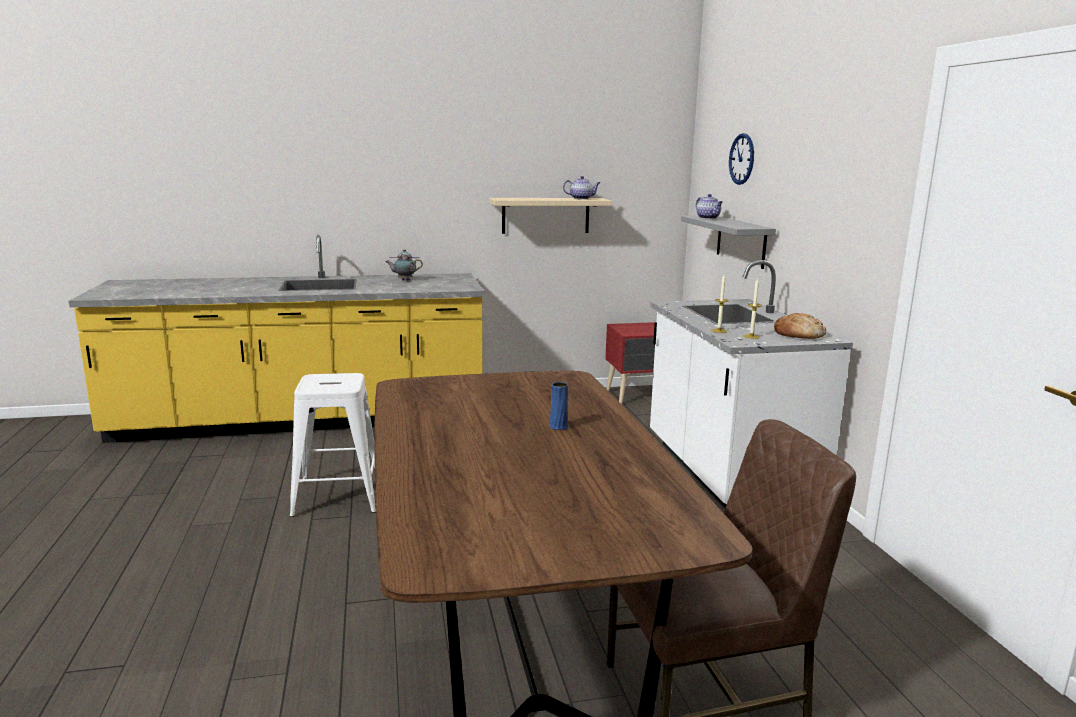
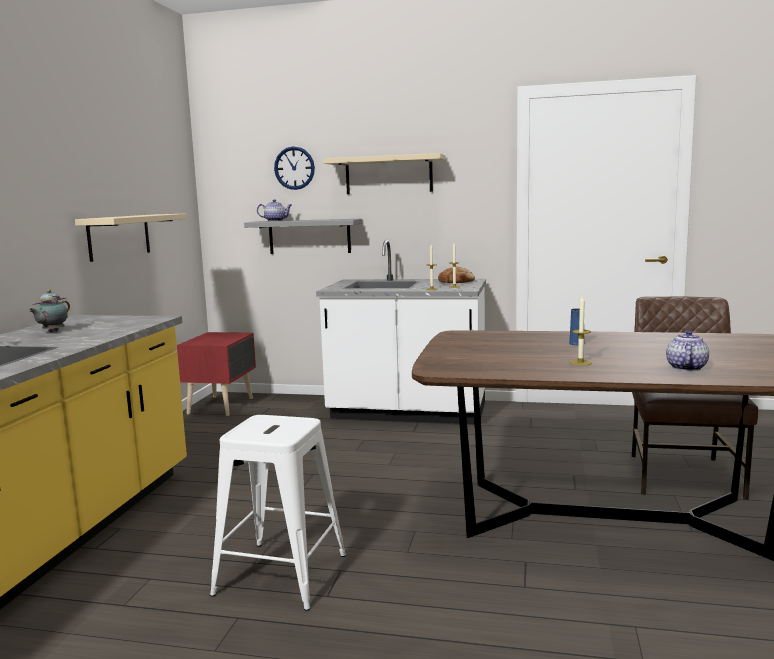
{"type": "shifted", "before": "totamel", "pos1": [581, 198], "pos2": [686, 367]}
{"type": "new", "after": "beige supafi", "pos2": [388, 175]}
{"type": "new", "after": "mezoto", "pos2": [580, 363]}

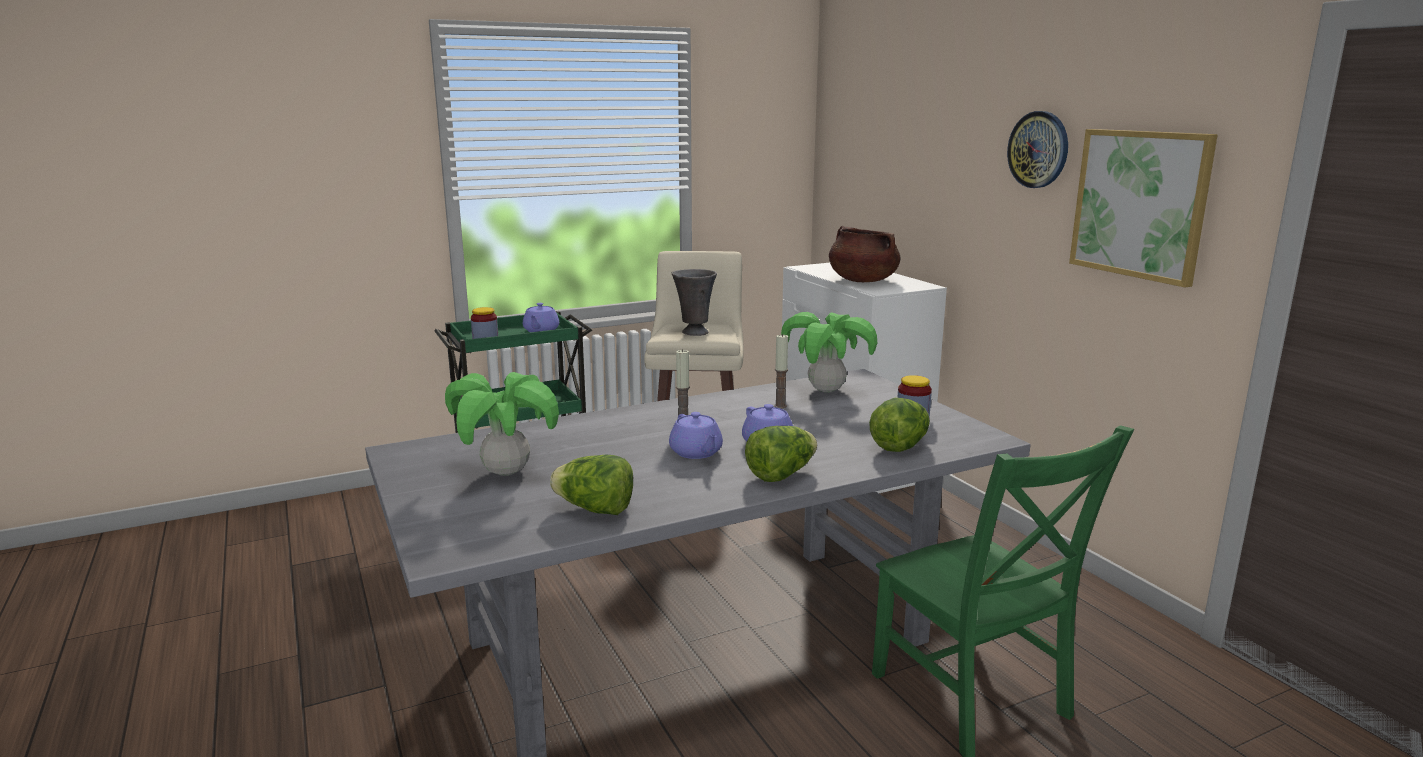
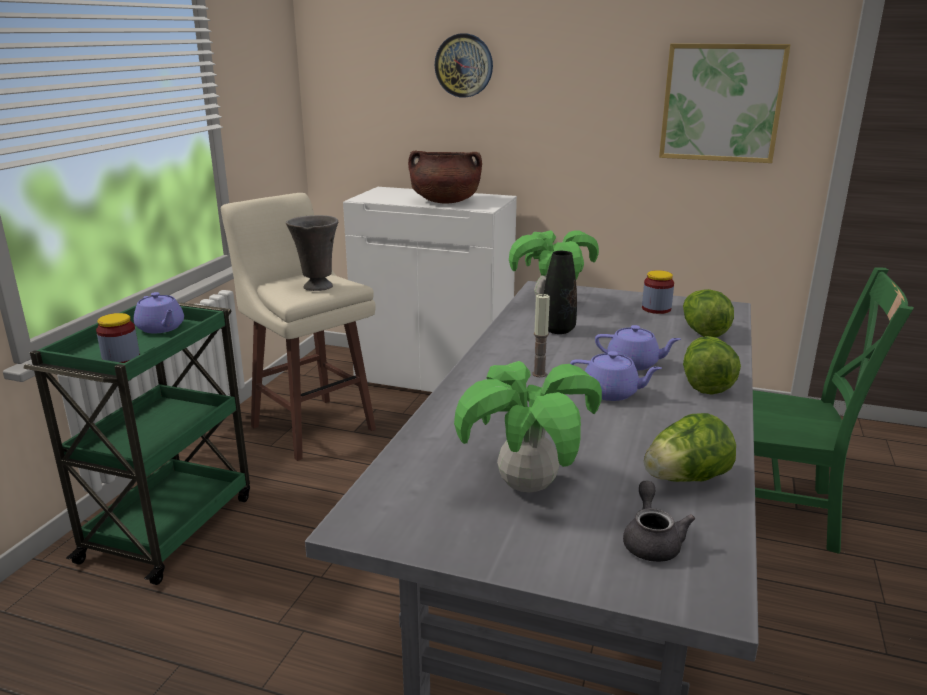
{"type": "swapped", "before": "mezoto", "after": "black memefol", "pos1": [780, 406], "pos2": [558, 330]}
{"type": "shifted", "before": "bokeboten", "pos1": [1038, 149], "pos2": [464, 65]}
{"type": "new", "after": "grey totamel", "pos2": [651, 541]}

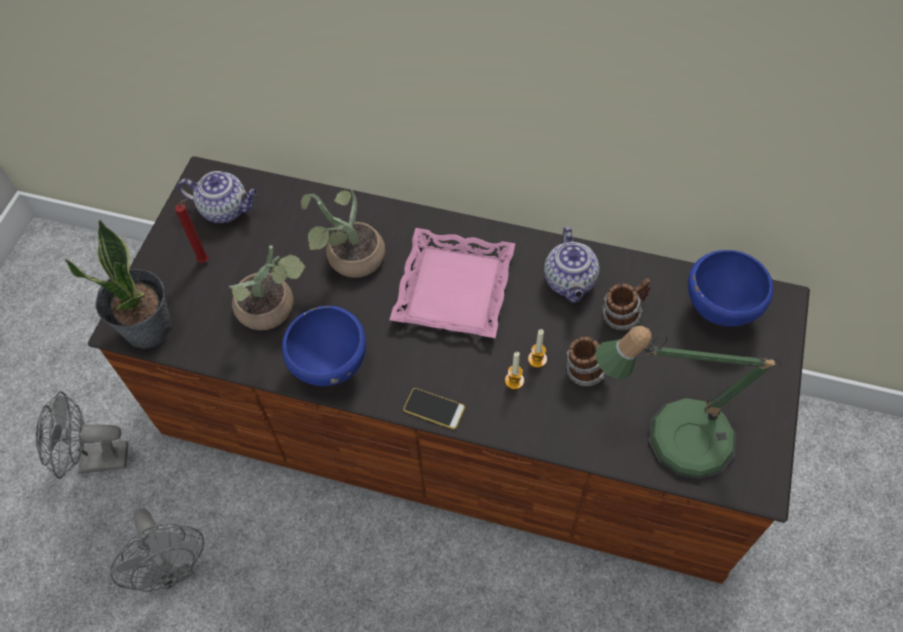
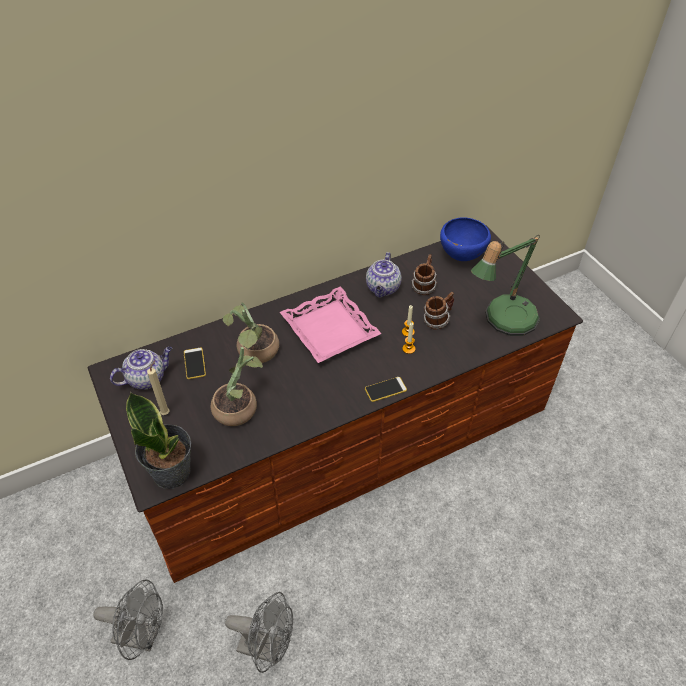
{"type": "rotated", "before": "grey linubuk", "pos1": [95, 460], "pos2": [143, 636], "turn": -120}
{"type": "repainted", "before": "red mezoto", "after": "beige mezoto", "pos1": [205, 260], "pos2": [166, 412]}
{"type": "gone", "before": "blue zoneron", "pos1": [330, 366]}
{"type": "rotated", "before": "totamel", "pos1": [570, 282], "pos2": [383, 289], "turn": 60}
{"type": "new", "after": "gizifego", "pos2": [194, 363]}

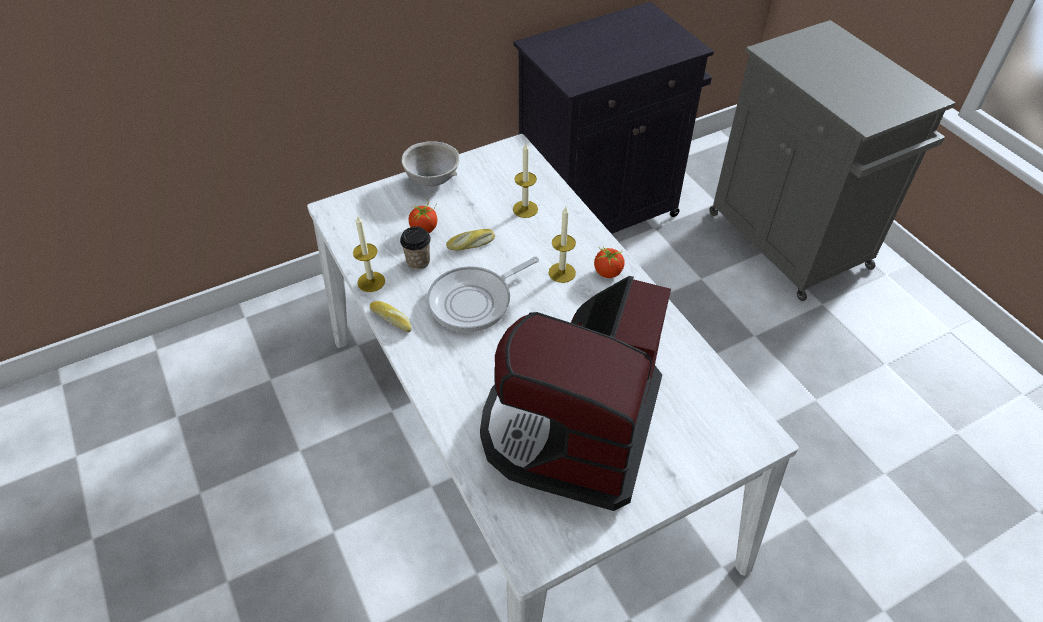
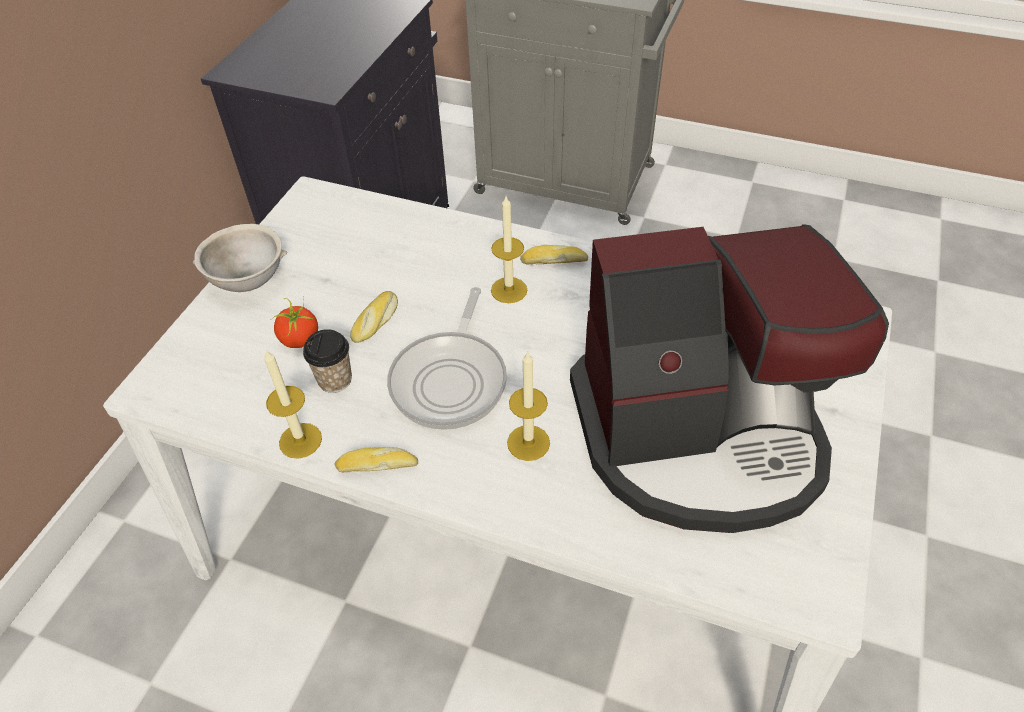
{"type": "rotated", "before": "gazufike", "pos1": [571, 427], "pos2": [699, 436], "turn": -75}
{"type": "shifted", "before": "mezoto", "pos1": [525, 209], "pos2": [528, 443]}
{"type": "swapped", "before": "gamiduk", "after": "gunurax", "pos1": [608, 272], "pos2": [554, 261]}

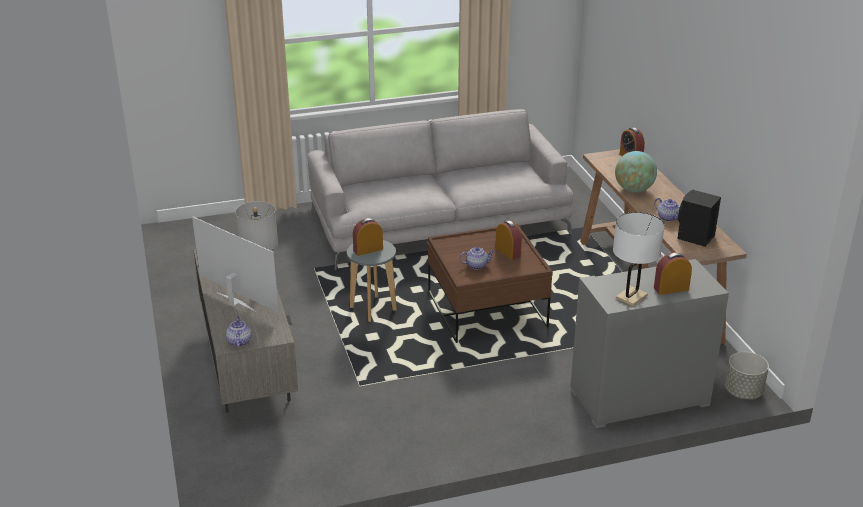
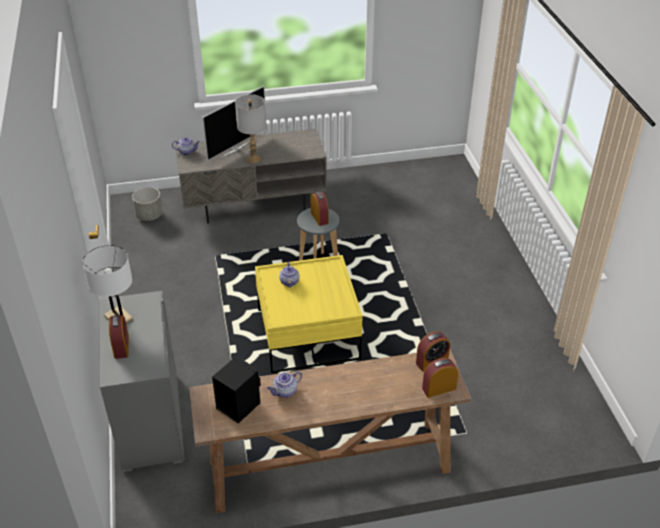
{"type": "gone", "before": "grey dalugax", "pos1": [439, 223]}
{"type": "repainted", "before": "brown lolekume", "after": "yellow lolekume", "pos1": [486, 309], "pos2": [308, 334]}
{"type": "shifted", "before": "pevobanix", "pos1": [508, 252], "pos2": [432, 362]}
{"type": "gone", "before": "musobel", "pos1": [633, 190]}
{"type": "shifted", "before": "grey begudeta", "pos1": [743, 392], "pos2": [149, 215]}

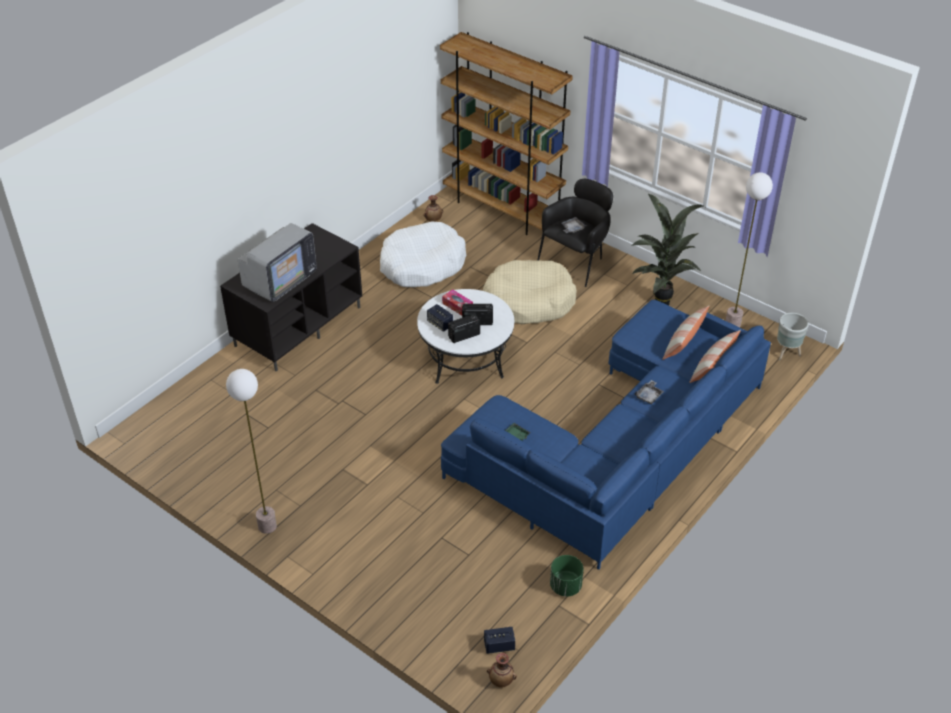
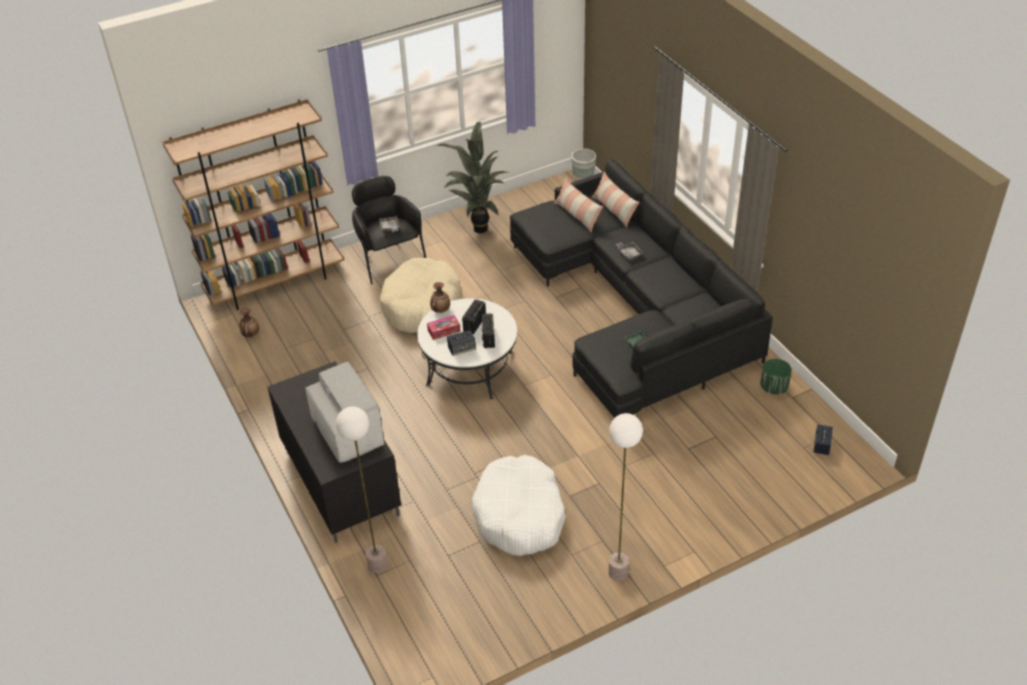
{"type": "shifted", "before": "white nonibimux", "pos1": [422, 265], "pos2": [519, 515]}
{"type": "repainted", "before": "blue dalugax", "after": "black dalugax", "pos1": [618, 446], "pos2": [635, 309]}
{"type": "shifted", "before": "memefol", "pos1": [501, 681], "pos2": [440, 310]}
{"type": "shifted", "before": "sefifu", "pos1": [733, 324], "pos2": [377, 565]}

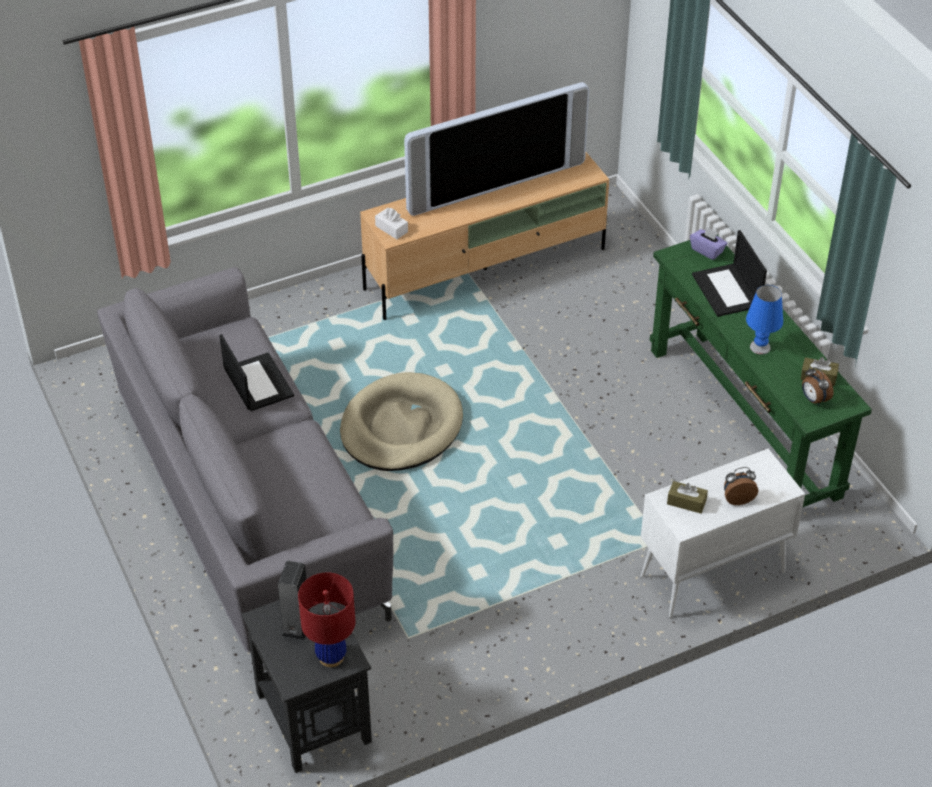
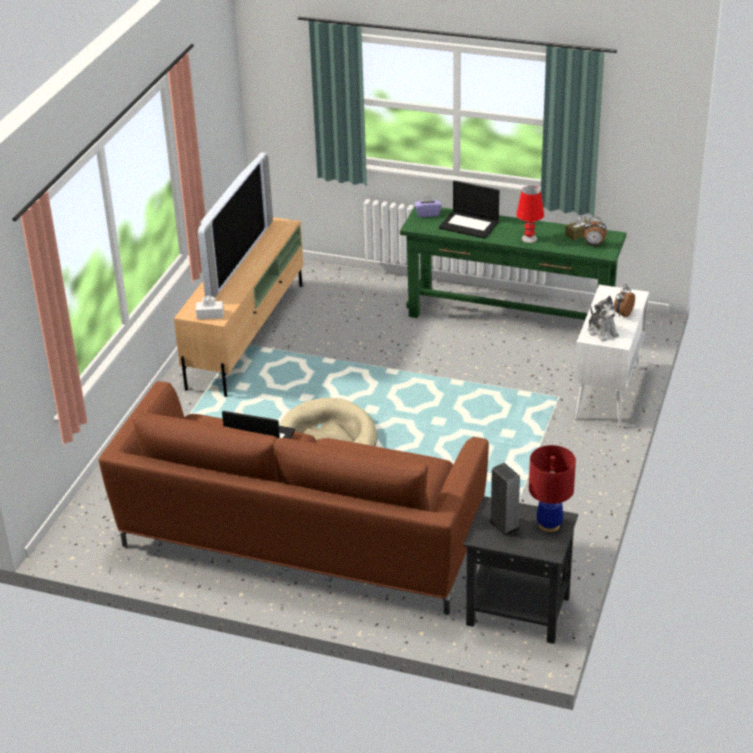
{"type": "repainted", "before": "grey dalugax", "after": "brown dalugax", "pos1": [248, 505], "pos2": [300, 541]}
{"type": "swapped", "before": "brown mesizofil", "after": "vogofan", "pos1": [686, 502], "pos2": [602, 331]}
{"type": "repainted", "before": "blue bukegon", "after": "red bukegon", "pos1": [760, 347], "pos2": [529, 239]}

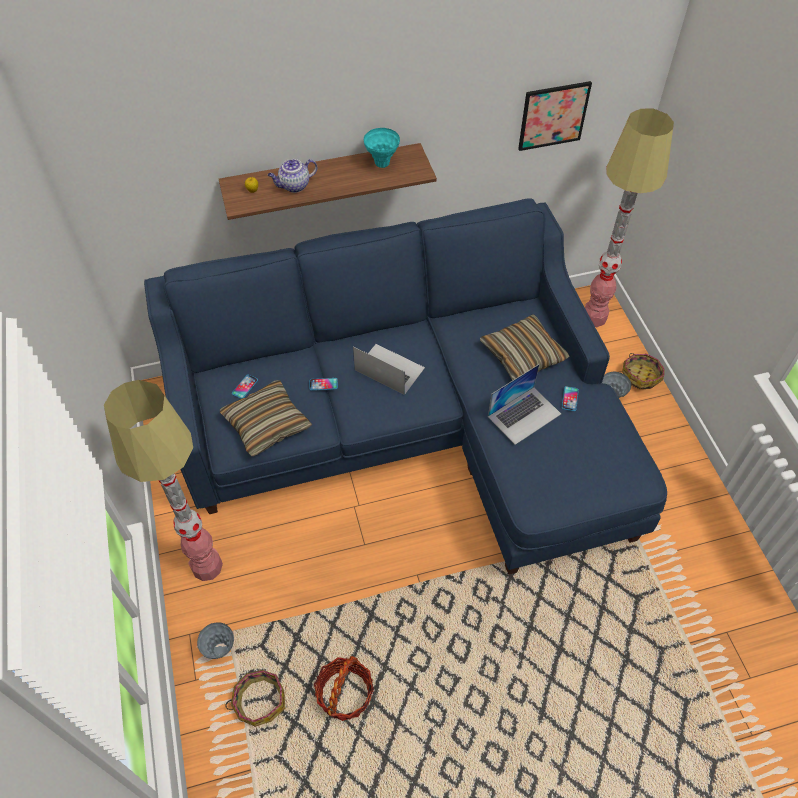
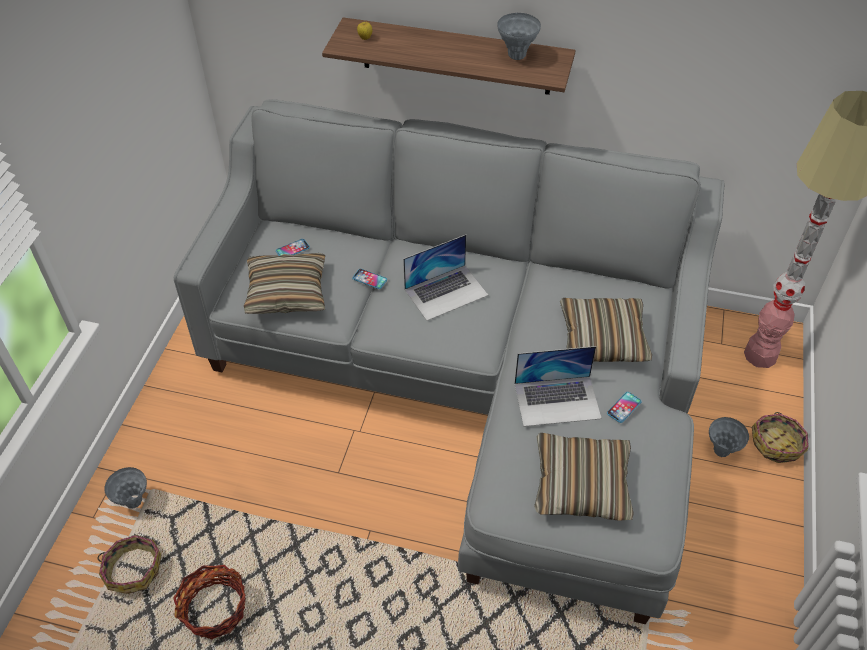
{"type": "gone", "before": "sefifu", "pos1": [207, 566]}
{"type": "repainted", "before": "blue dalugax", "after": "grey dalugax", "pos1": [413, 425], "pos2": [472, 378]}
{"type": "gone", "before": "totamel", "pos1": [294, 186]}
{"type": "rotated", "before": "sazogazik", "pos1": [389, 369], "pos2": [446, 292], "turn": 90}
{"type": "repainted", "before": "turquoise memefol", "after": "grey memefol", "pos1": [382, 164], "pos2": [516, 56]}
{"type": "gone", "before": "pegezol", "pos1": [553, 115]}
{"type": "new", "after": "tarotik", "pos2": [581, 484]}

